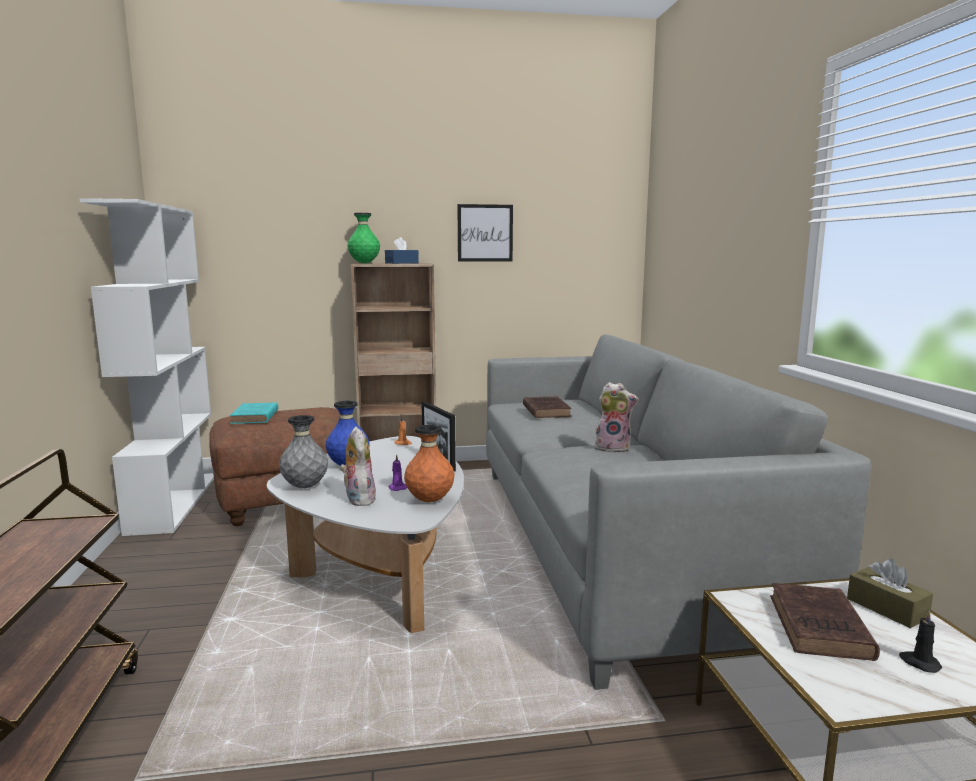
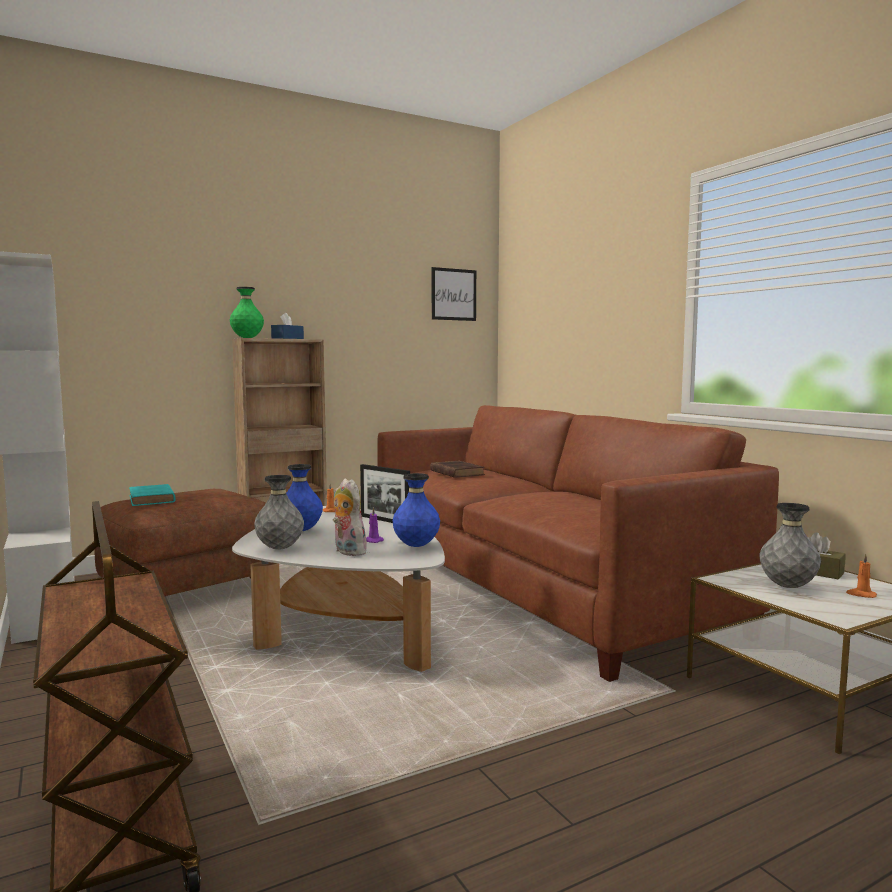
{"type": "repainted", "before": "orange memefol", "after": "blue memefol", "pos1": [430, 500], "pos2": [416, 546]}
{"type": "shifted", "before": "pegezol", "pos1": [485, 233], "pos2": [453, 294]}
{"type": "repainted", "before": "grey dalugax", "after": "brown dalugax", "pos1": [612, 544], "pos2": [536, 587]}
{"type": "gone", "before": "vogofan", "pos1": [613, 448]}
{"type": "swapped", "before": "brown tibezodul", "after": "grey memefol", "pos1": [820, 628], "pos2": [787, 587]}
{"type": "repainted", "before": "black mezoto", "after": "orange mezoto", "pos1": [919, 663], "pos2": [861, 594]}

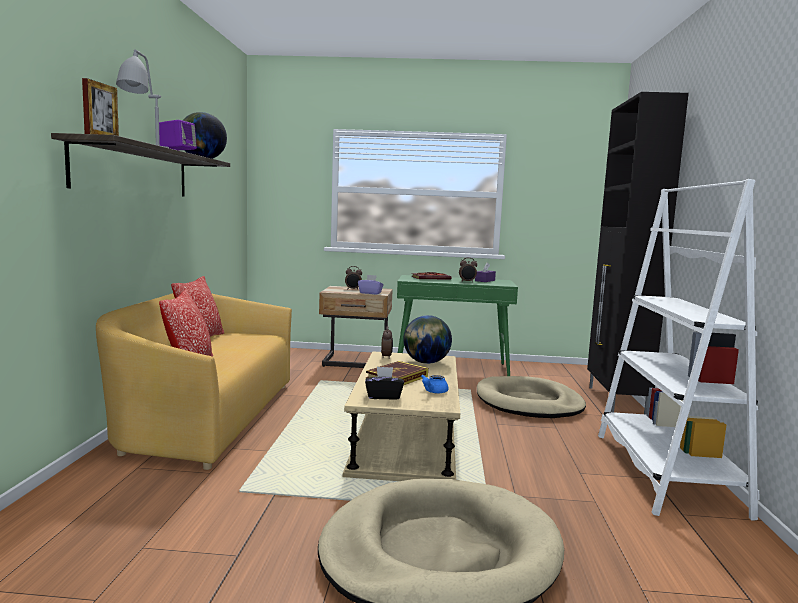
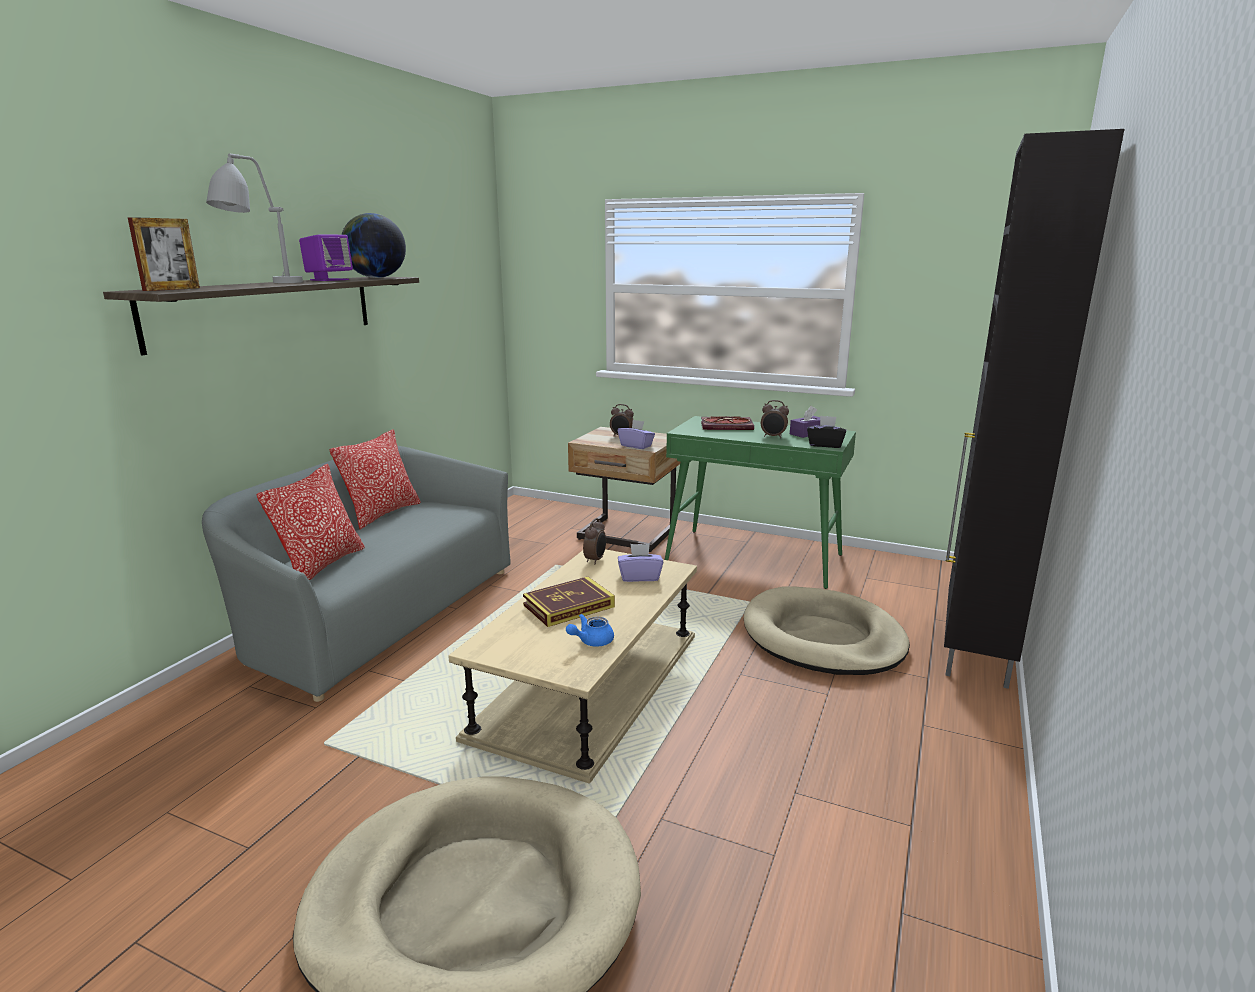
{"type": "repainted", "before": "yellow dalugax", "after": "grey dalugax", "pos1": [206, 417], "pos2": [377, 614]}
{"type": "shifted", "before": "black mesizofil", "pos1": [383, 396], "pos2": [825, 445]}
{"type": "swapped", "before": "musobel", "after": "purple mesizofil", "pos1": [426, 362], "pos2": [639, 577]}
{"type": "gone", "before": "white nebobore", "pos1": [665, 472]}

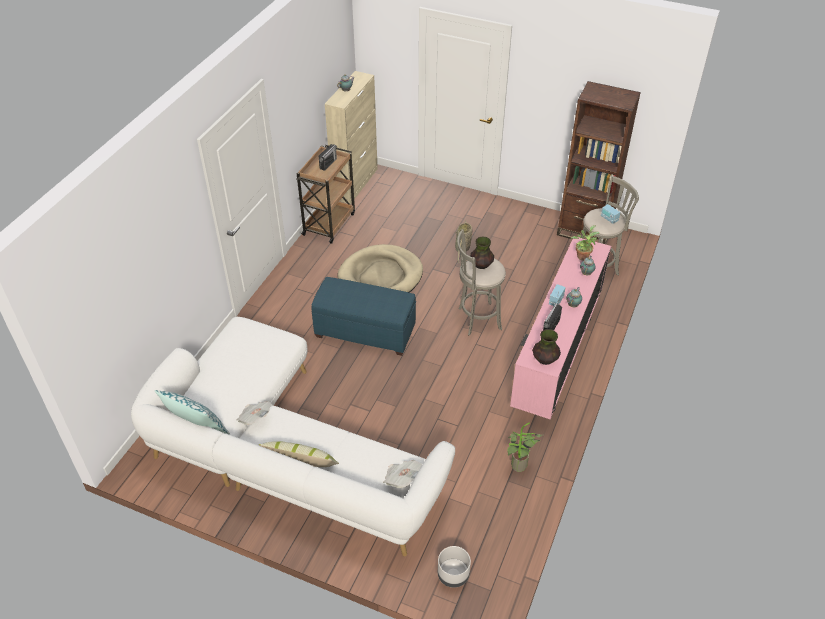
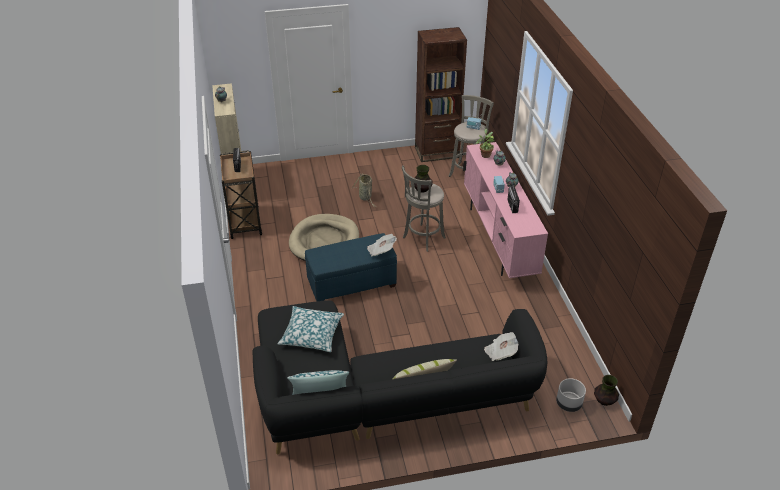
{"type": "repainted", "before": "white dalugax", "after": "black dalugax", "pos1": [284, 455], "pos2": [378, 395]}
{"type": "shifted", "before": "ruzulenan", "pos1": [255, 418], "pos2": [381, 251]}
{"type": "gone", "before": "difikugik", "pos1": [518, 468]}
{"type": "shifted", "before": "memefol", "pos1": [545, 359], "pos2": [604, 400]}
{"type": "new", "after": "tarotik", "pos2": [311, 334]}

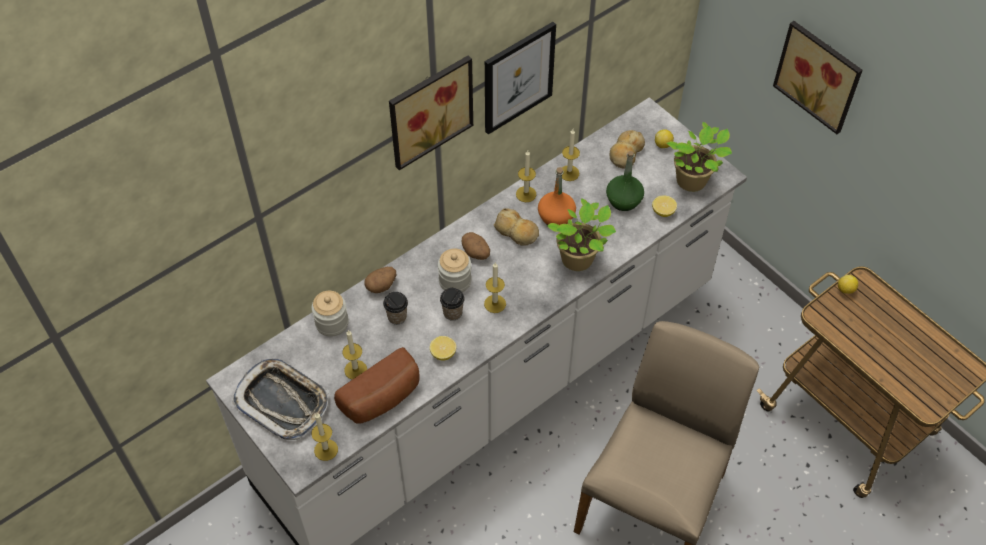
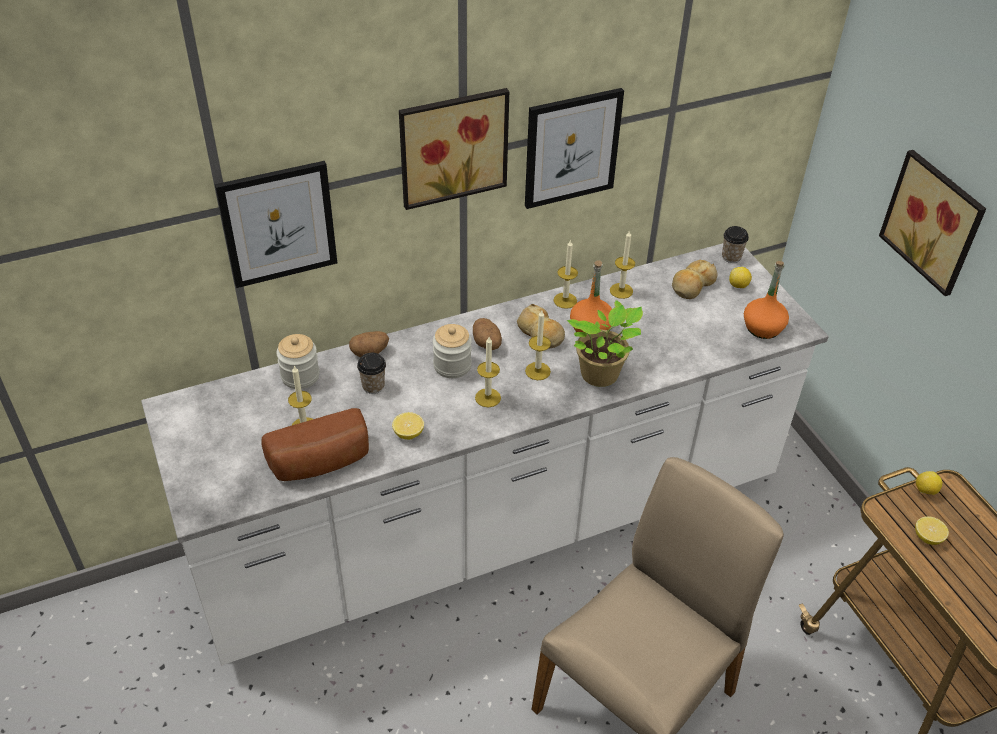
{"type": "gone", "before": "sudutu", "pos1": [282, 401]}
{"type": "shifted", "before": "mezoto", "pos1": [326, 450], "pos2": [537, 371]}
{"type": "shifted", "before": "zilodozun", "pos1": [452, 313], "pos2": [731, 257]}
{"type": "gone", "before": "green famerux", "pos1": [623, 200]}
{"type": "shifted", "before": "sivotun", "pos1": [663, 212], "pos2": [927, 538]}
{"type": "swapped", "before": "difikugik", "after": "orange famerux", "pos1": [693, 182], "pos2": [762, 328]}
{"type": "new", "after": "pegezol", "pos2": [278, 224]}

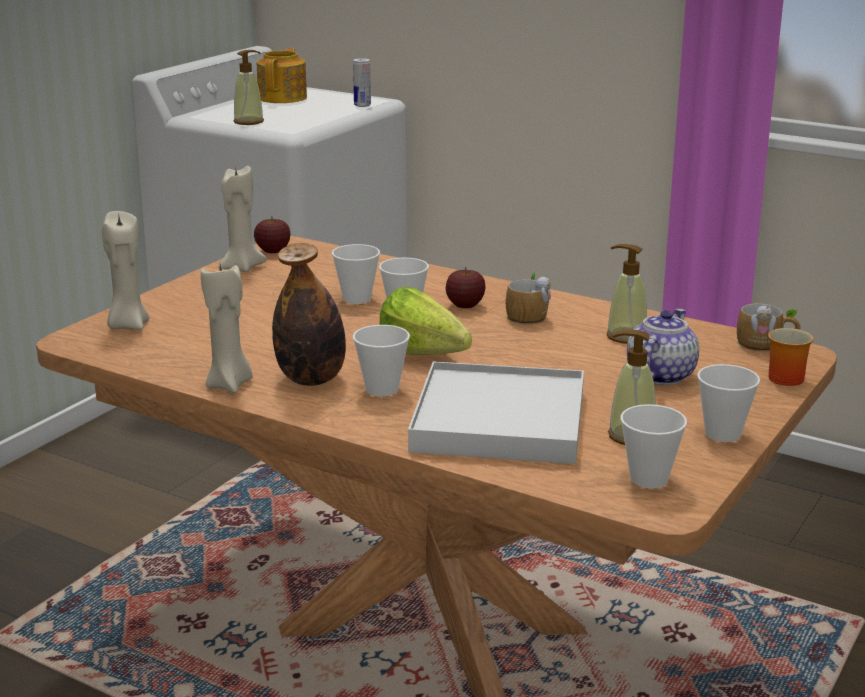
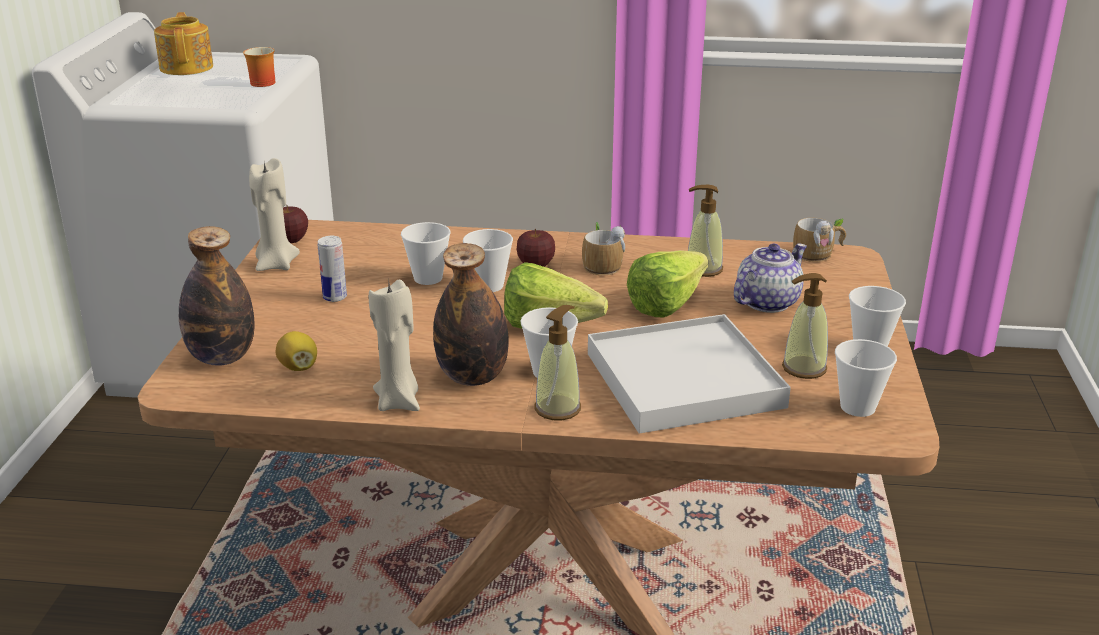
{"type": "swapped", "before": "beige mezoto", "after": "famerux", "pos1": [128, 325], "pos2": [222, 357]}
{"type": "shifted", "before": "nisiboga", "pos1": [249, 122], "pos2": [558, 408]}
{"type": "shifted", "before": "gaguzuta", "pos1": [362, 105], "pos2": [335, 297]}
{"type": "rotated", "before": "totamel", "pos1": [659, 375], "pos2": [767, 302], "turn": 45}
{"type": "shifted", "before": "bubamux", "pos1": [781, 377], "pos2": [260, 83]}
{"type": "new", "after": "sivotun", "pos2": [298, 367]}
{"type": "new", "after": "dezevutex", "pos2": [673, 303]}

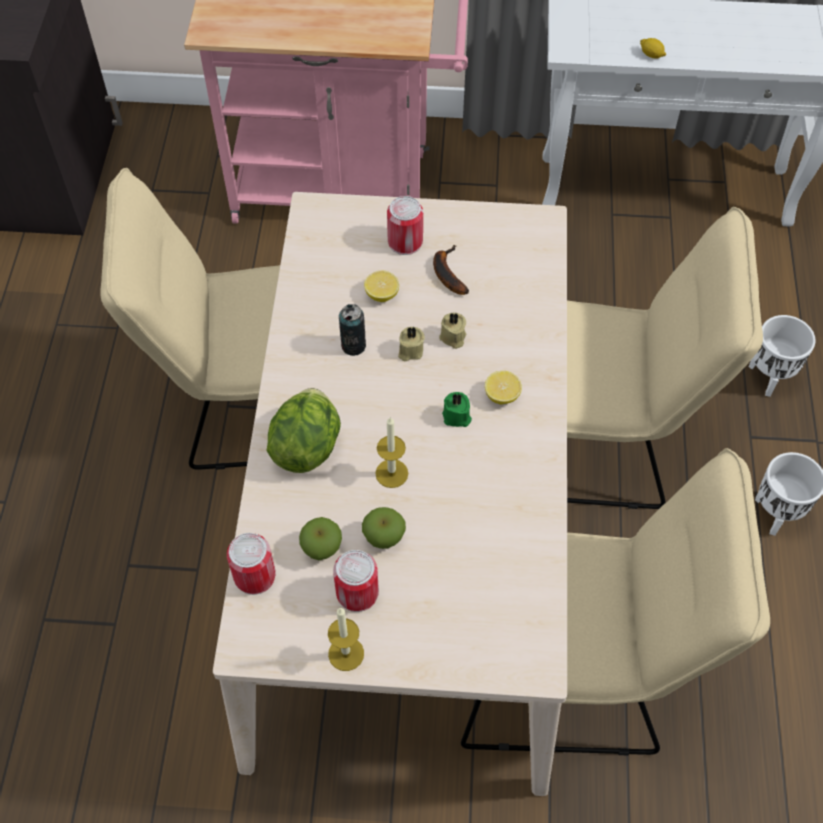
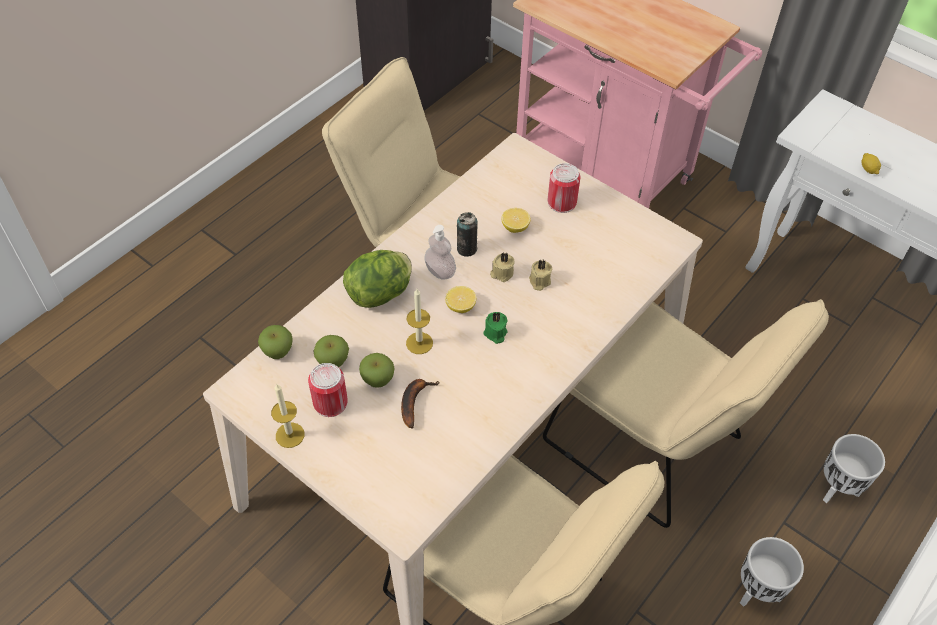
{"type": "swapped", "before": "gaguzuta", "after": "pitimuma", "pos1": [254, 575], "pos2": [278, 352]}
{"type": "shifted", "before": "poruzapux", "pos1": [446, 273], "pos2": [414, 401]}
{"type": "shifted", "before": "sivotun", "pos1": [502, 395], "pos2": [460, 307]}
{"type": "new", "after": "nisiboga", "pos2": [440, 271]}

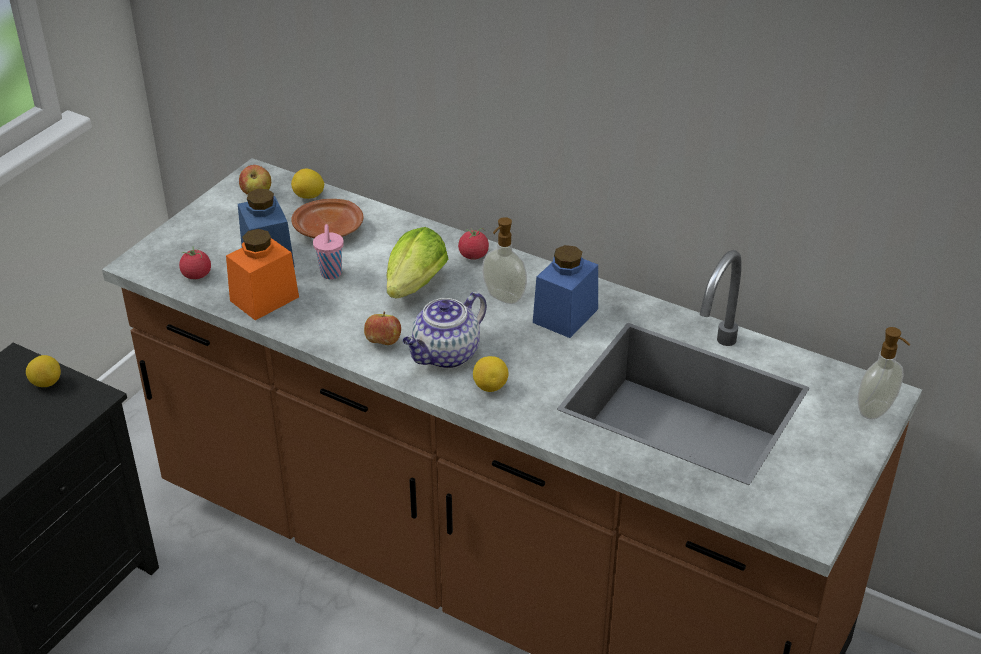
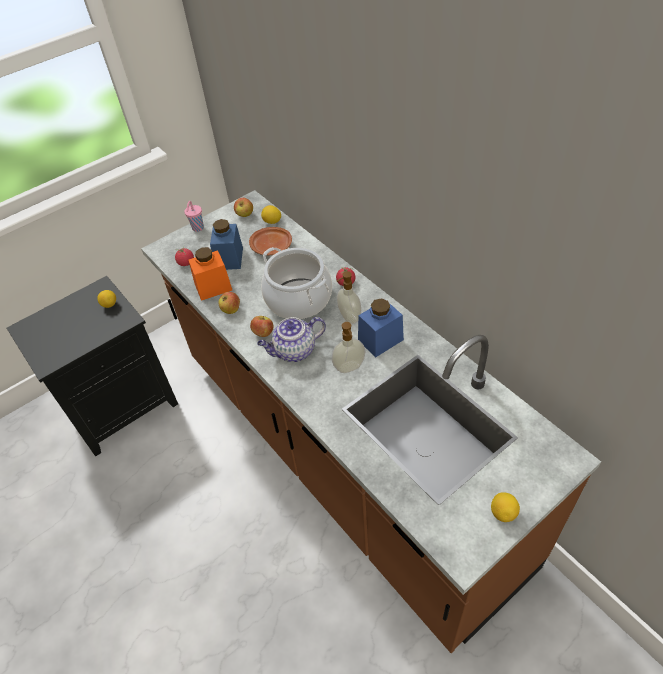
{"type": "shifted", "before": "pink zilodozun", "pos1": [331, 274], "pos2": [197, 228]}
{"type": "swapped", "before": "dezevutex", "after": "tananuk", "pos1": [413, 289], "pos2": [298, 299]}
{"type": "shifted", "before": "sivotun", "pos1": [490, 387], "pos2": [503, 513]}
{"type": "shifted", "before": "nisiboga", "pos1": [876, 411], "pos2": [349, 368]}
{"type": "new", "after": "pitimuma", "pos2": [231, 310]}

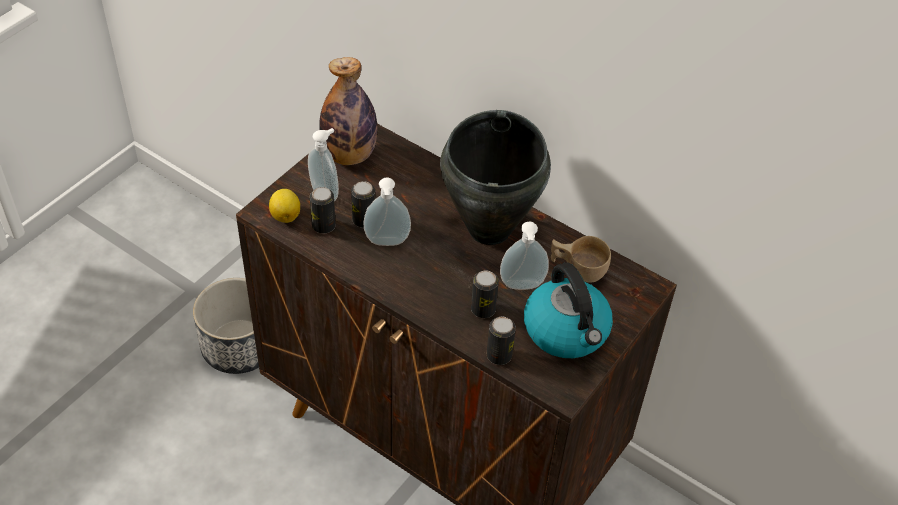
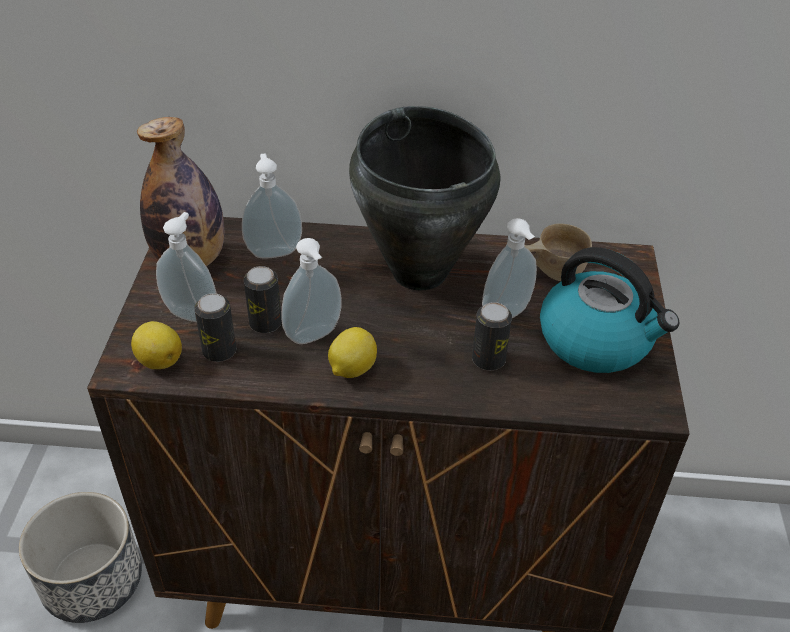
{"type": "gone", "before": "gaguzuta", "pos1": [499, 355]}
{"type": "new", "after": "nisiboga", "pos2": [274, 251]}
{"type": "new", "after": "sivotun", "pos2": [351, 369]}

